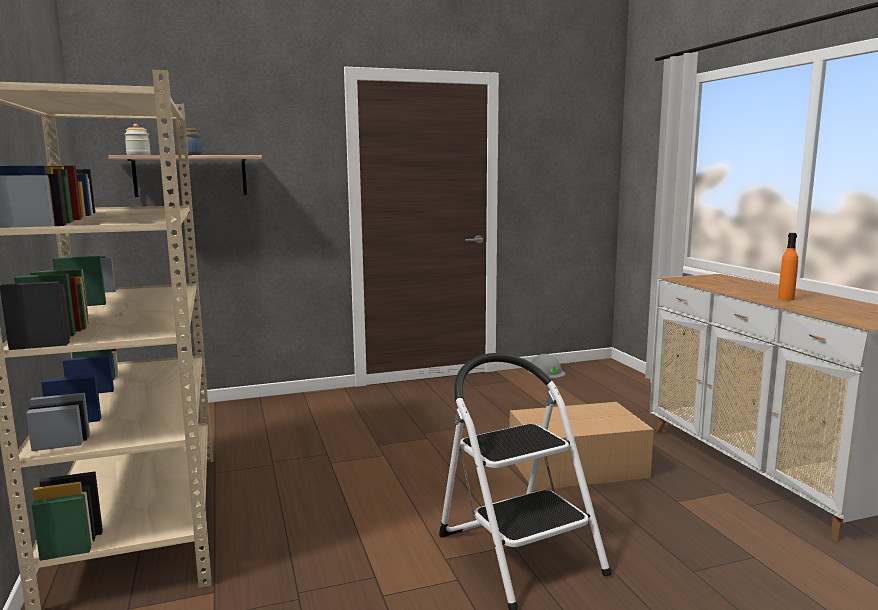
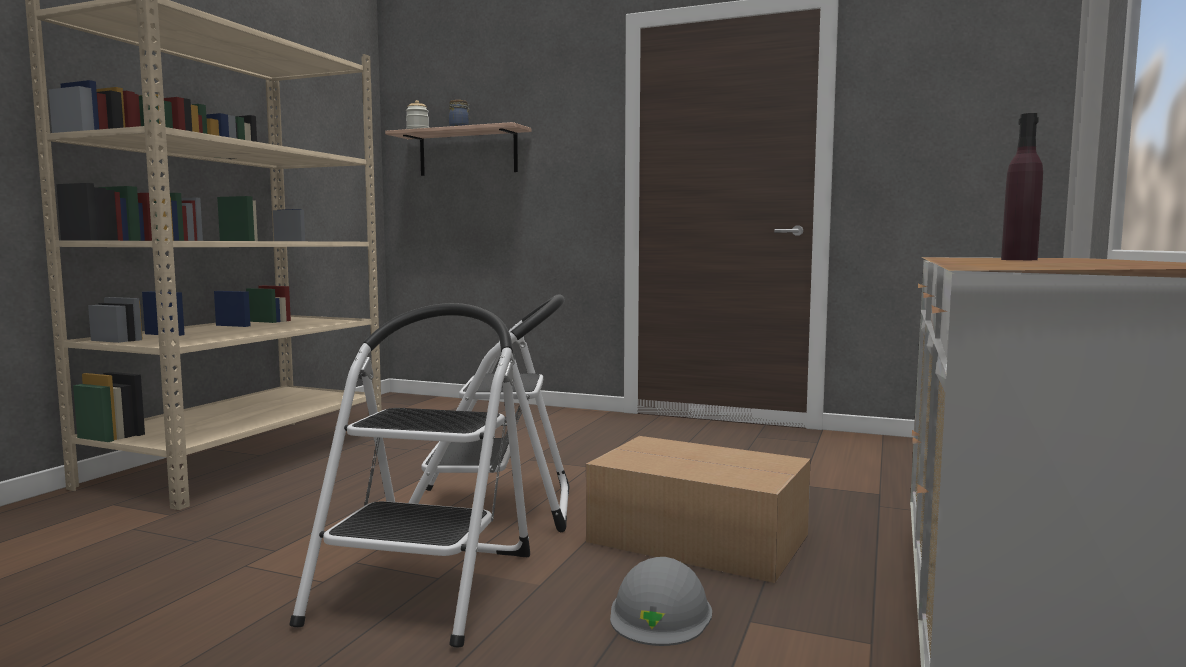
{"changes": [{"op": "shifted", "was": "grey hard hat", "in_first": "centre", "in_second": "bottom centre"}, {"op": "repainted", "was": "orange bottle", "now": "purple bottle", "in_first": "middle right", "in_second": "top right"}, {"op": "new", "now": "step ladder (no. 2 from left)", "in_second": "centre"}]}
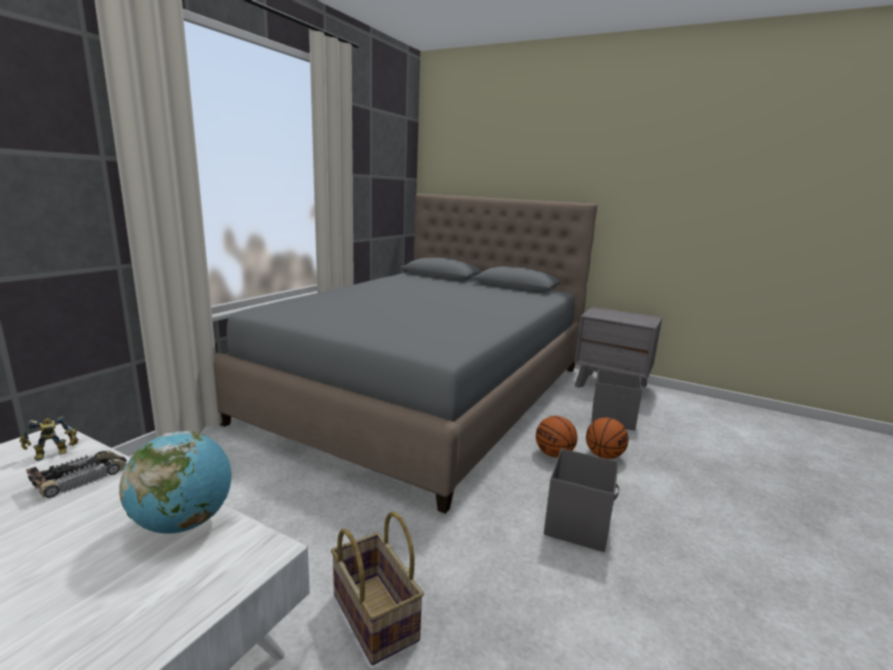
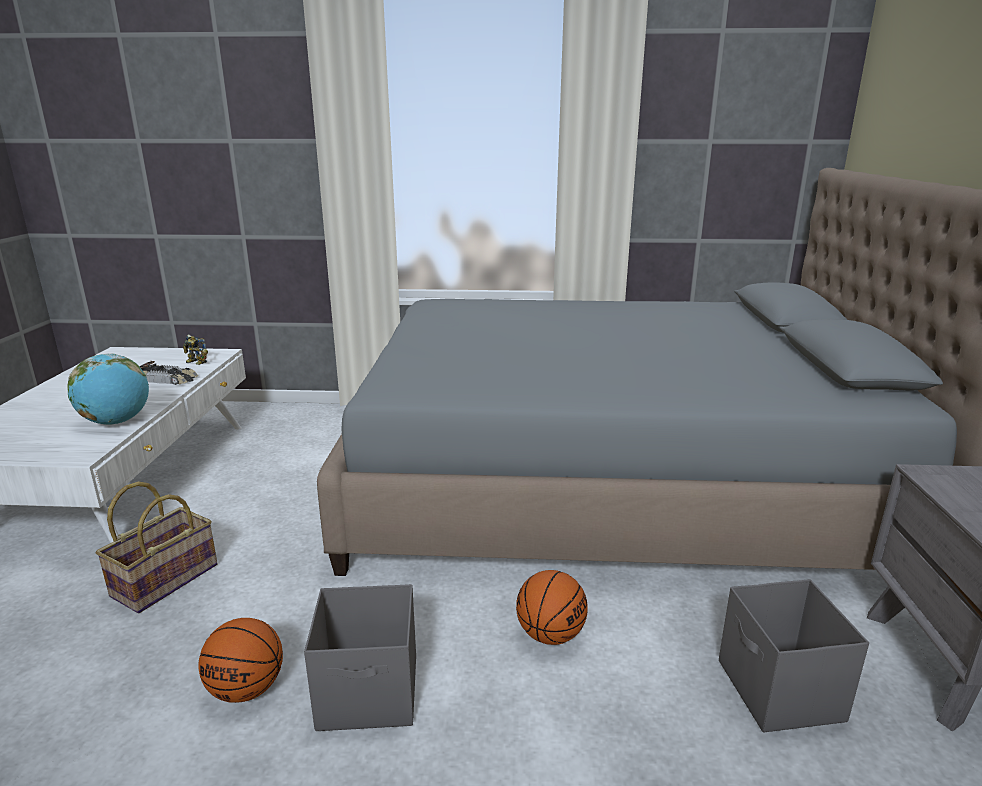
{"changes": [{"op": "shifted", "was": "basketball (no. 2 from left in the first image)", "now": "basketball (no. 1 from left)", "in_first": "middle right", "in_second": "bottom left"}]}
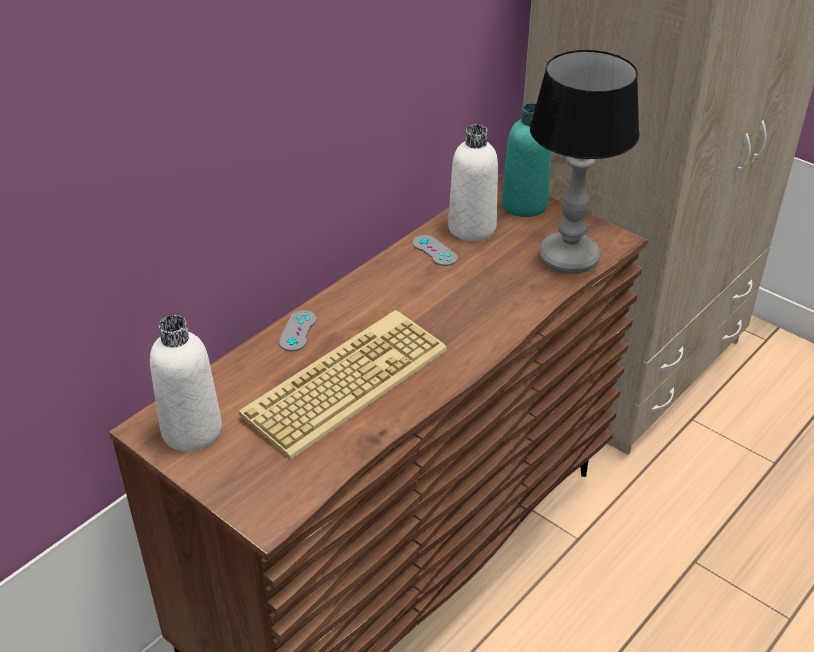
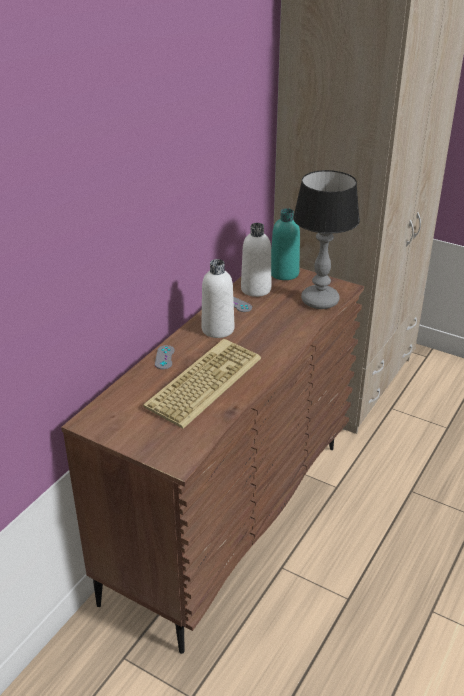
{"changes": [{"op": "shifted", "was": "white bottle (no. 1 from left)", "in_first": "middle left", "in_second": "centre"}]}
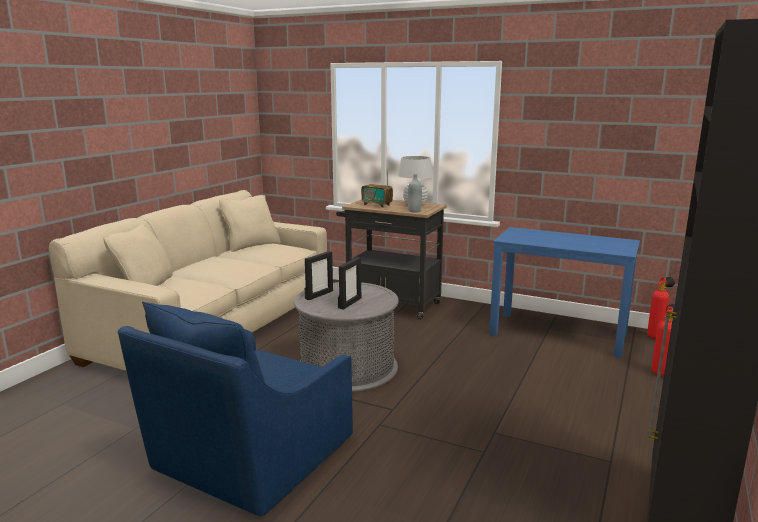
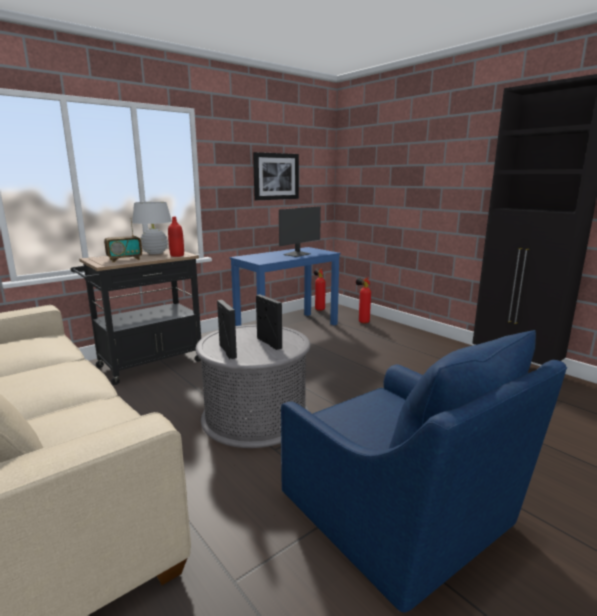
{"changes": [{"op": "repainted", "was": "grey bottle", "now": "red bottle", "in_first": "centre", "in_second": "middle left"}, {"op": "new", "now": "picture", "in_second": "top centre"}, {"op": "new", "now": "monitor", "in_second": "centre"}]}
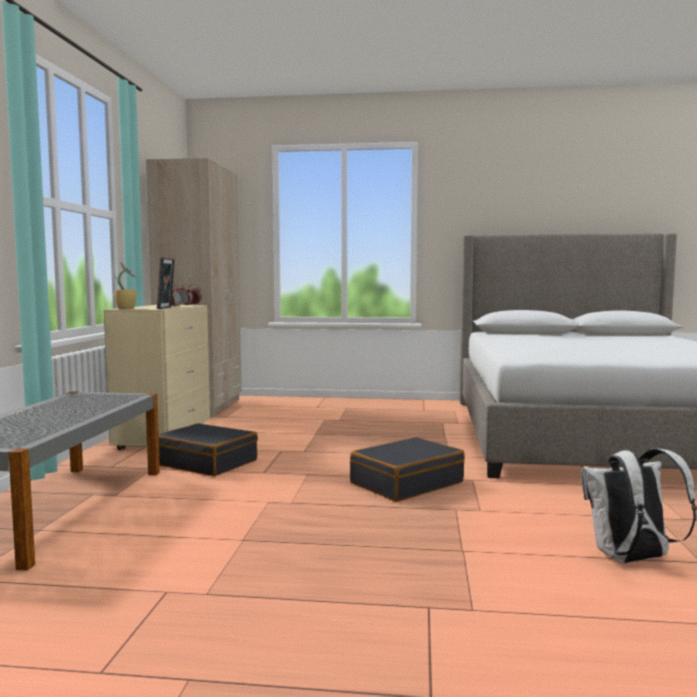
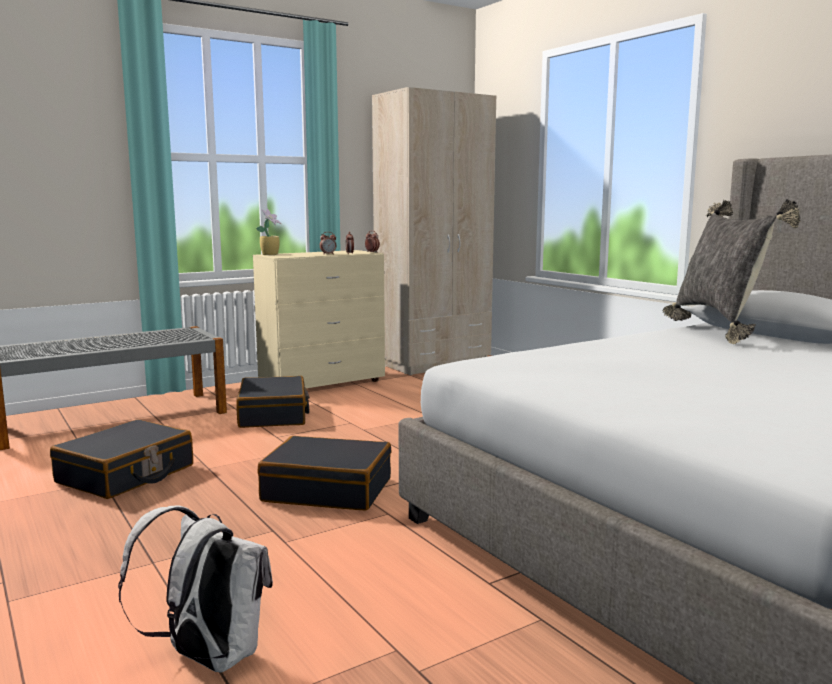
{"changes": [{"op": "gone", "was": "picture frame", "in_first": "middle left"}, {"op": "new", "now": "black suitcase (no. 1 from left)", "in_second": "bottom left"}, {"op": "new", "now": "pillow", "in_second": "middle right"}]}
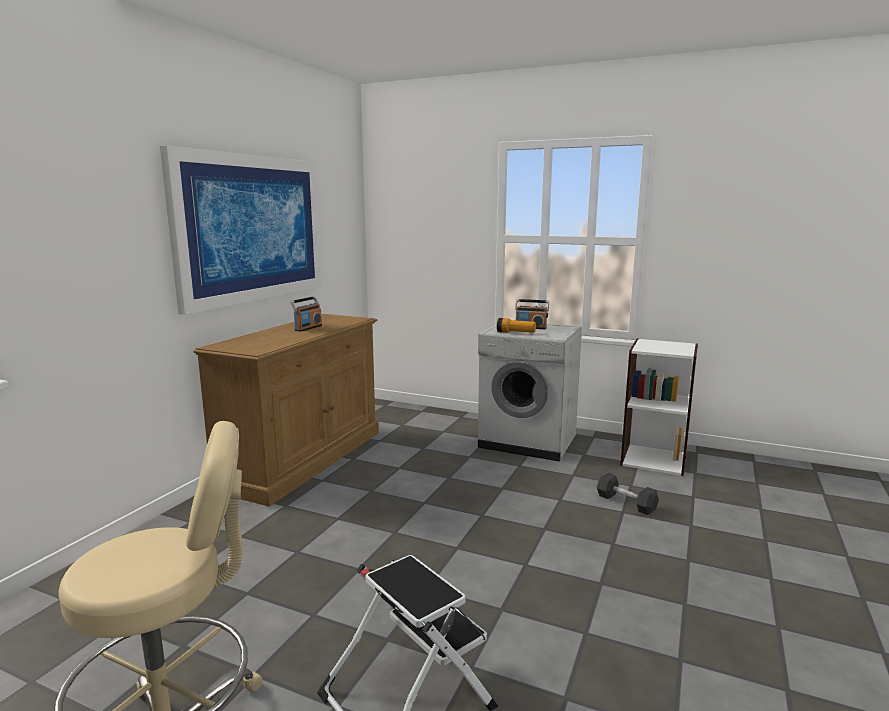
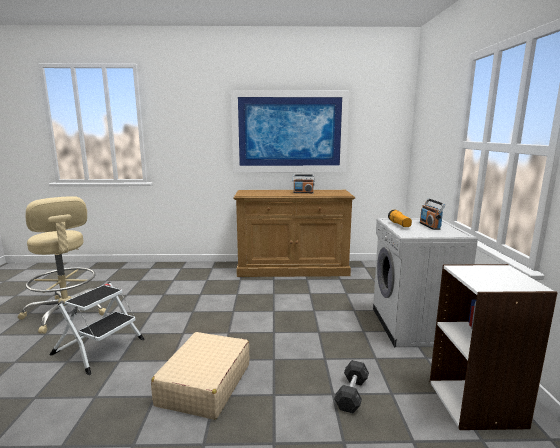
{"changes": [{"op": "new", "now": "beige suitcase", "in_second": "bottom centre"}]}
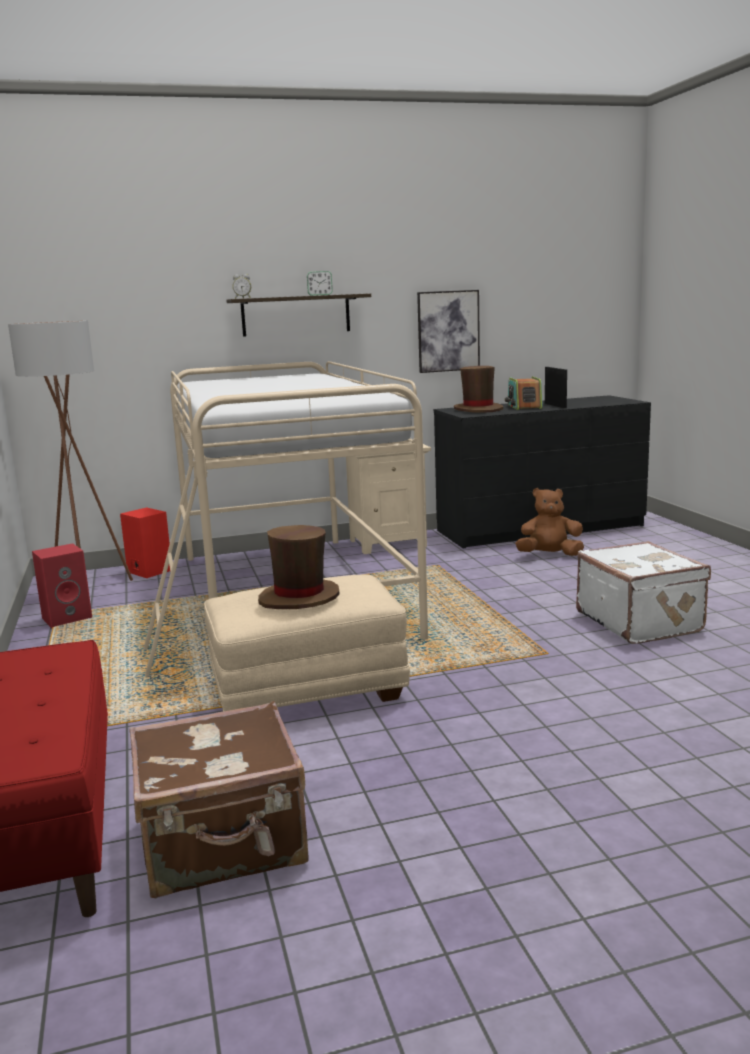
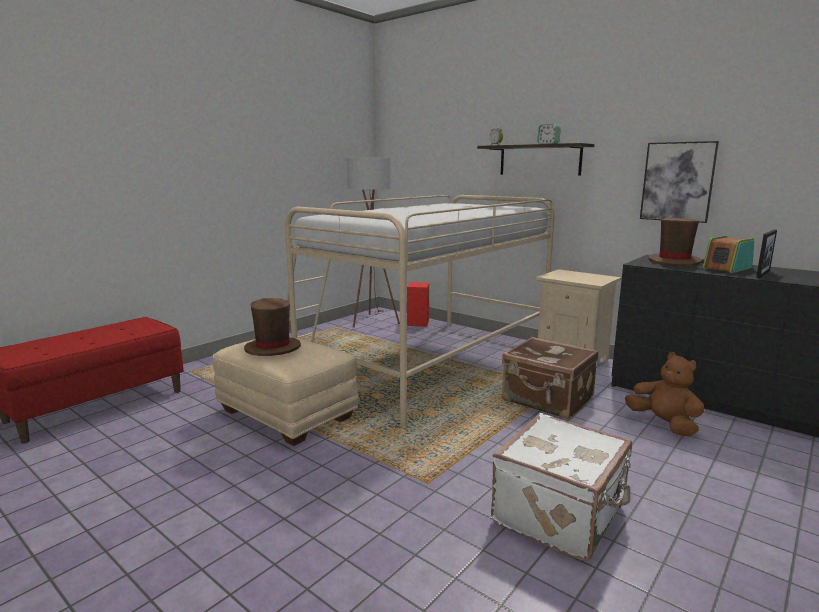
{"changes": [{"op": "gone", "was": "red speaker (no. 1 from left)", "in_first": "middle left"}, {"op": "shifted", "was": "brown suitcase", "in_first": "bottom left", "in_second": "middle right"}]}
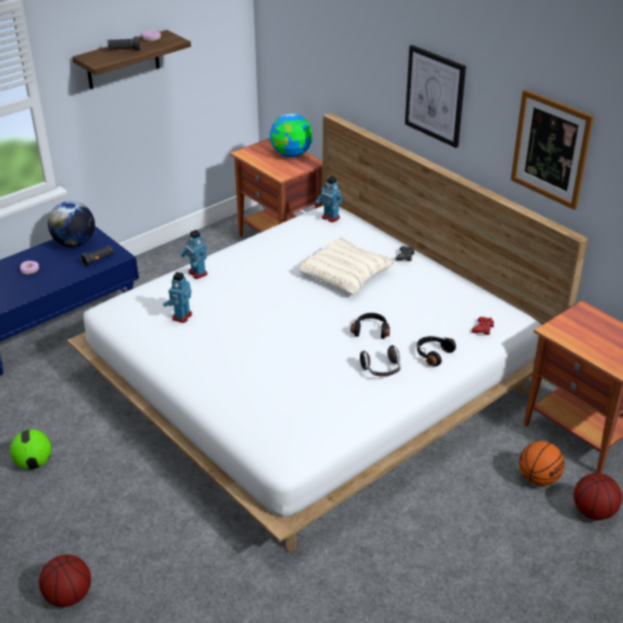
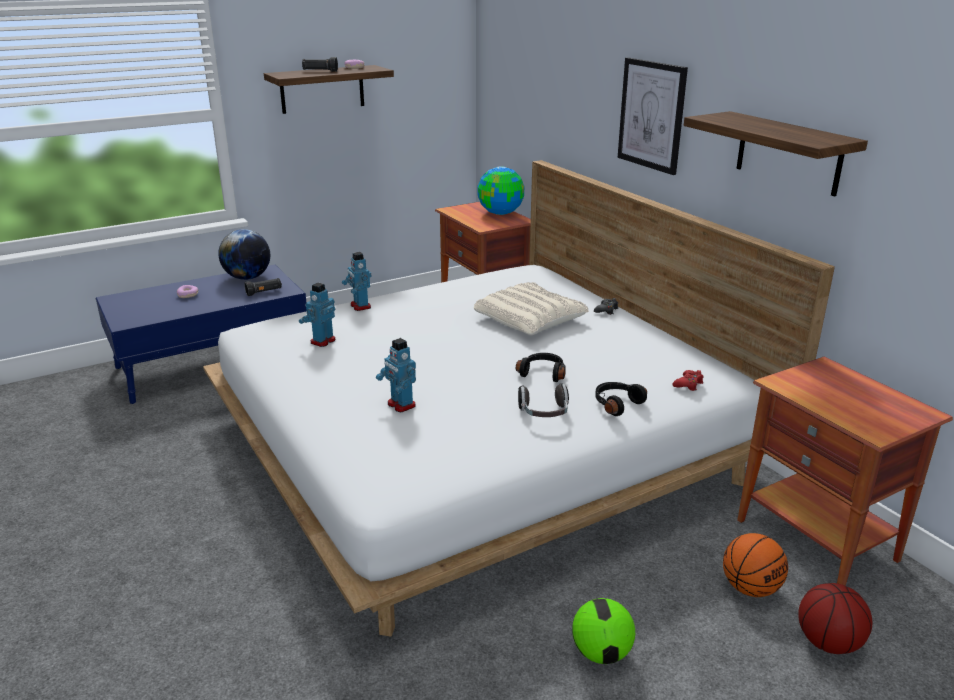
{"changes": [{"op": "shifted", "was": "football", "in_first": "bottom left", "in_second": "bottom centre"}, {"op": "gone", "was": "basketball (no. 1 from left)", "in_first": "bottom left"}, {"op": "shifted", "was": "toy robot (no. 3 from left)", "in_first": "top centre", "in_second": "centre"}, {"op": "swapped", "was": "picture (no. 2 from left)", "now": "shelf (no. 2 from left)", "in_first": "top right", "in_second": "top right"}]}
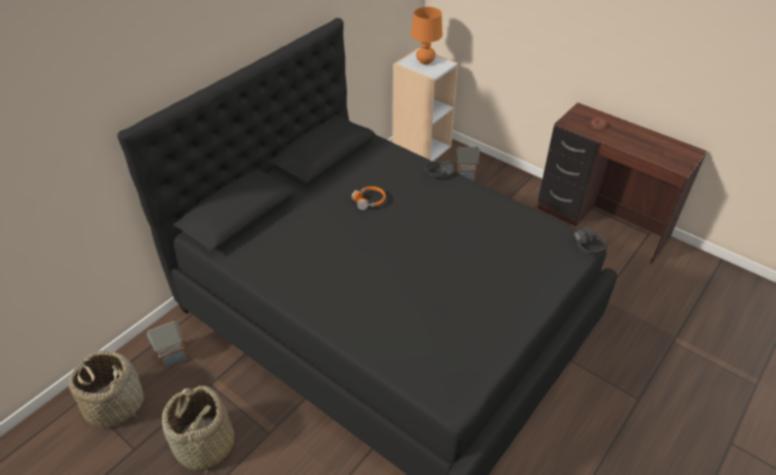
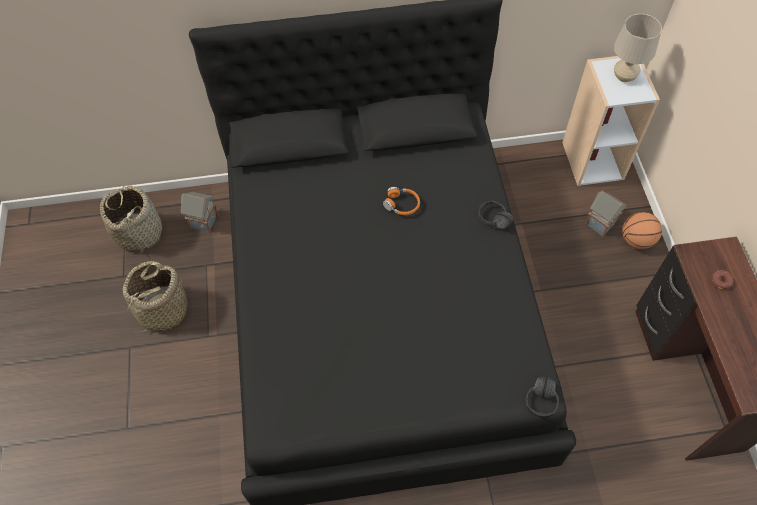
{"changes": [{"op": "repainted", "was": "orange table lamp", "now": "beige table lamp", "in_first": "top centre", "in_second": "top right"}, {"op": "new", "now": "basketball", "in_second": "middle right"}]}
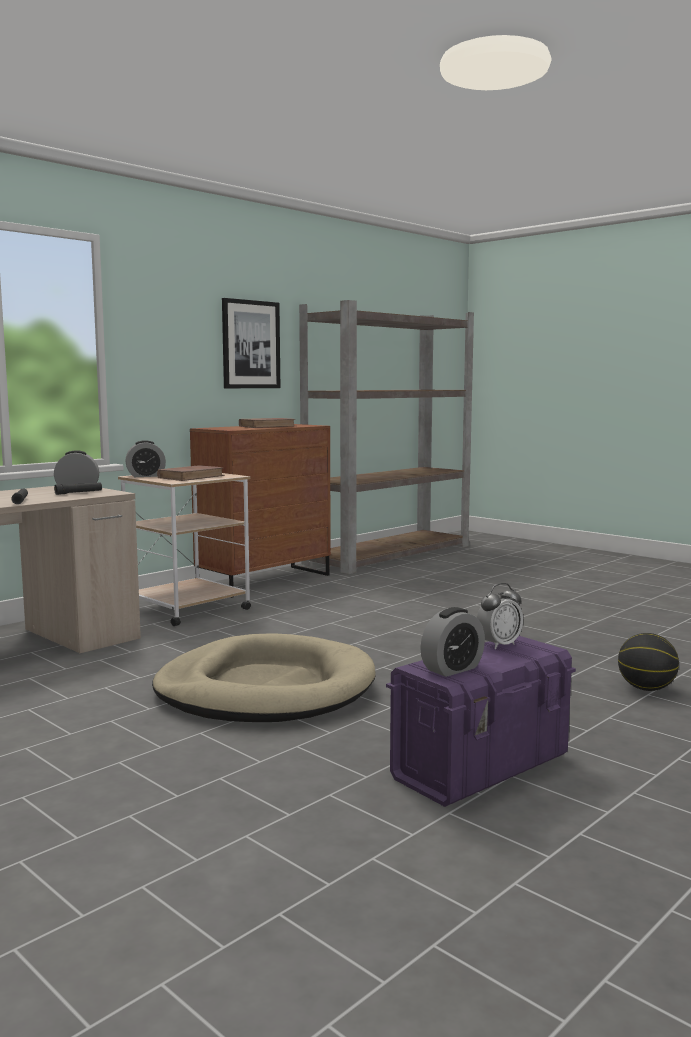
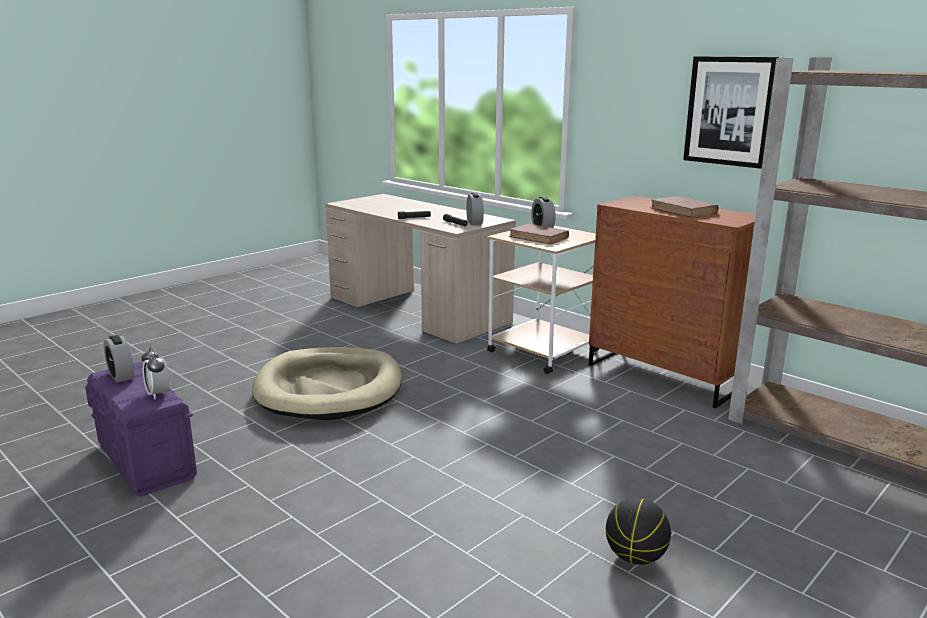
{"changes": [{"op": "shifted", "was": "basketball", "in_first": "middle right", "in_second": "bottom right"}]}
